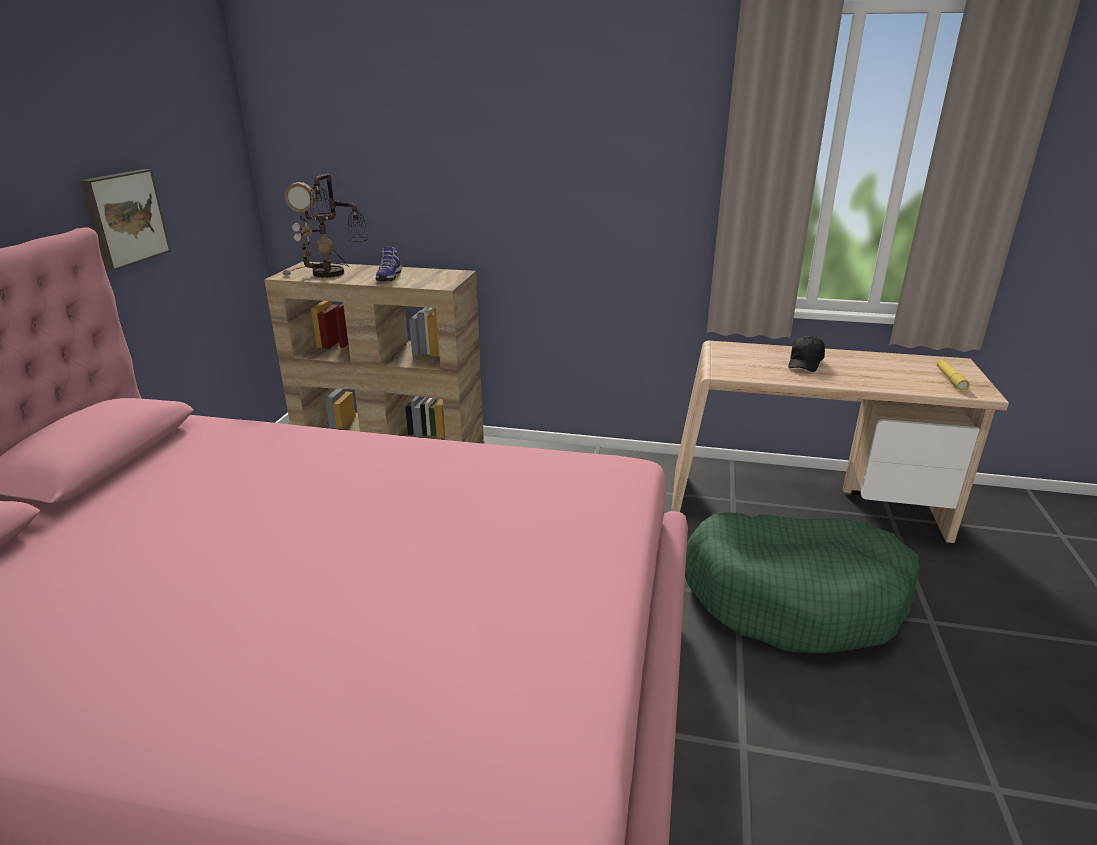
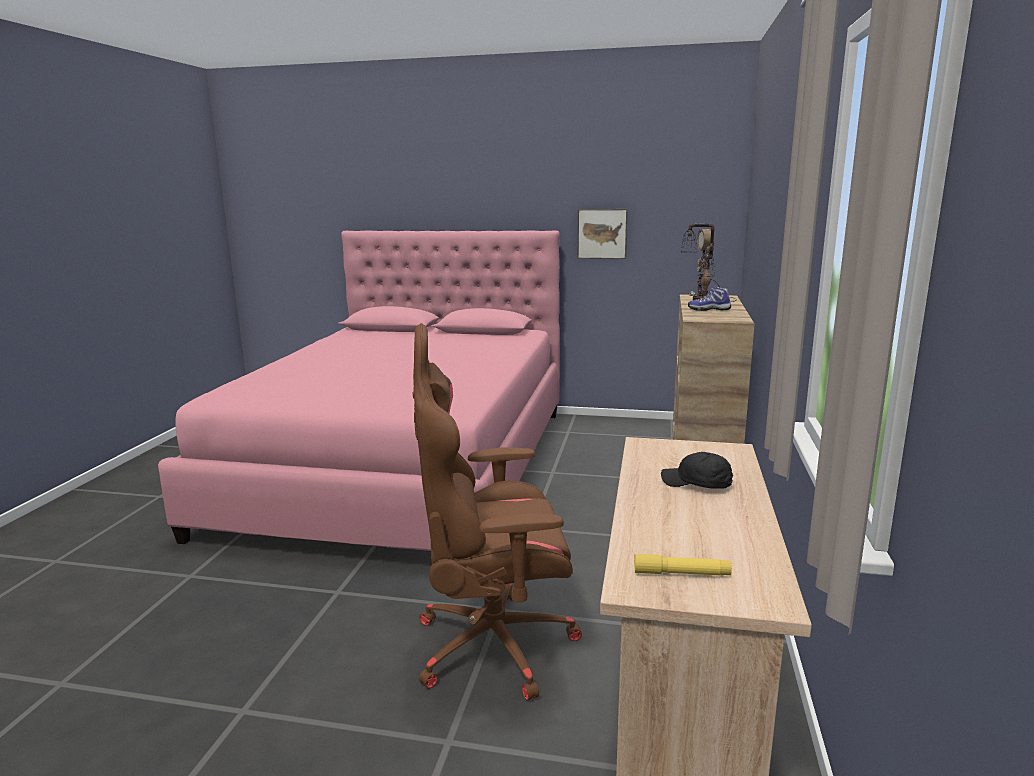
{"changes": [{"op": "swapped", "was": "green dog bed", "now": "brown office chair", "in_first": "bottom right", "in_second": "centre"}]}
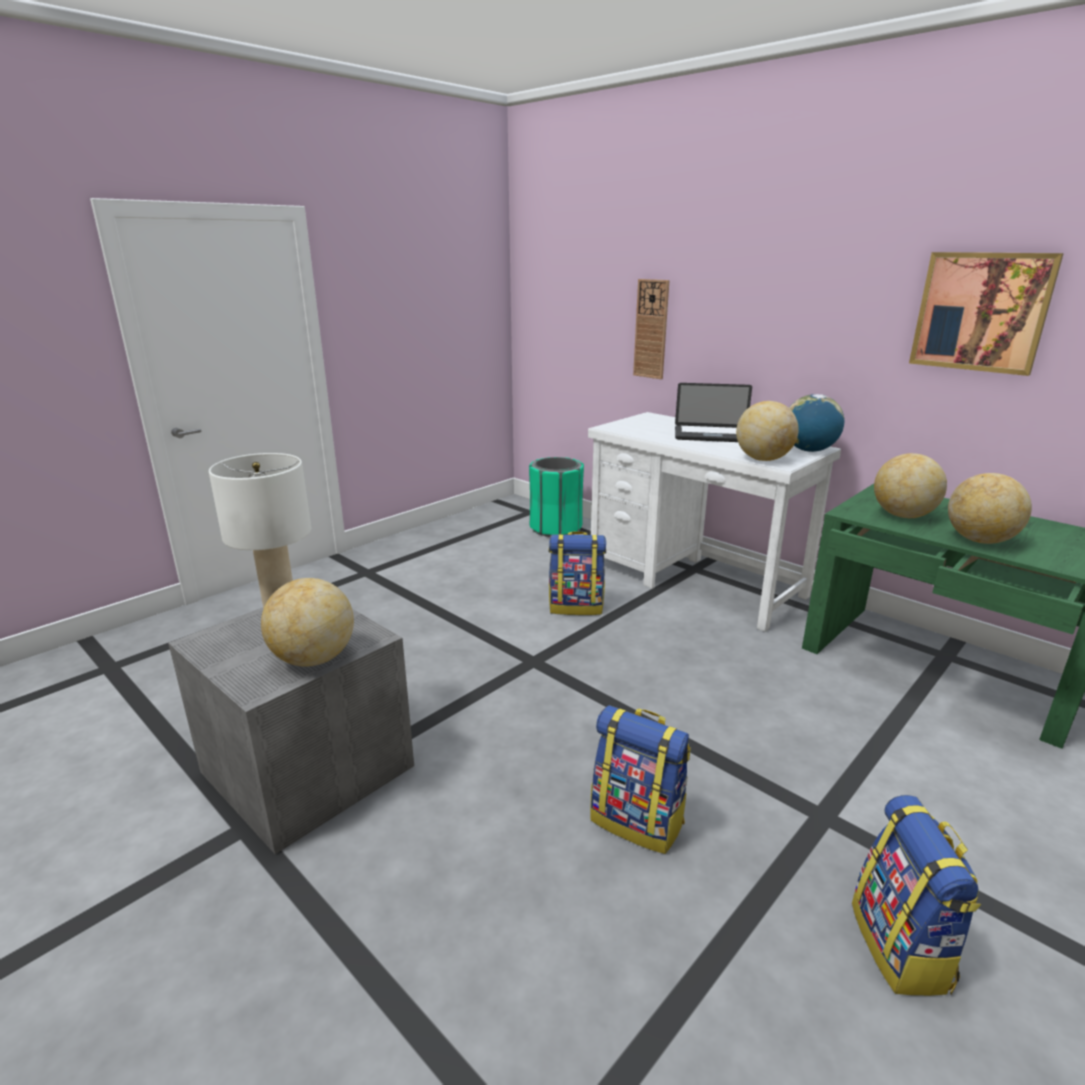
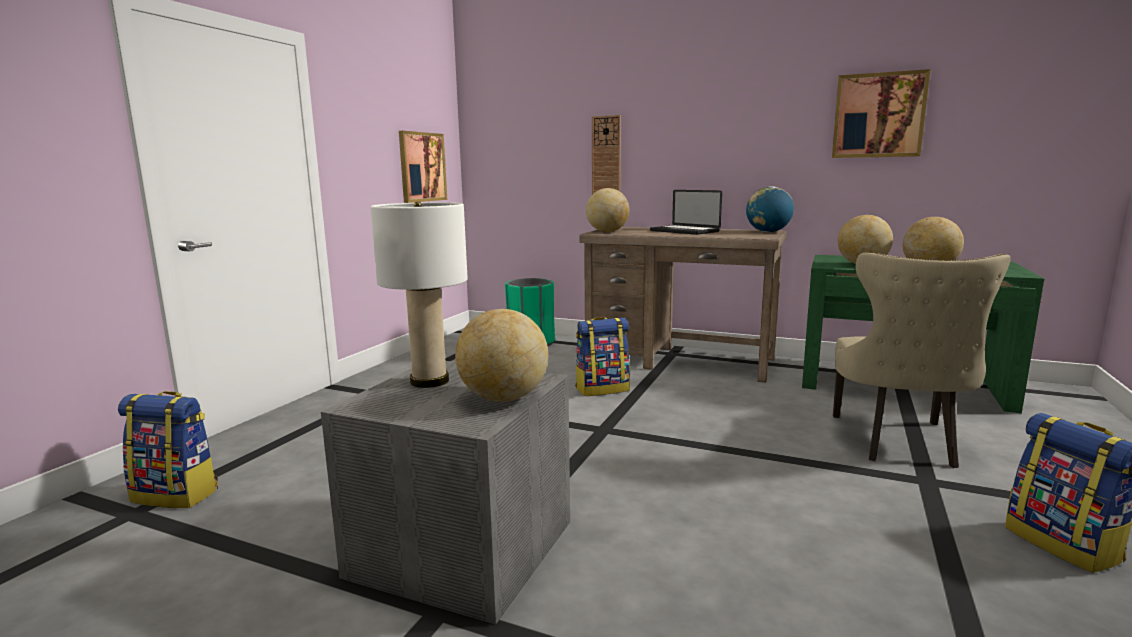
{"changes": [{"op": "repainted", "was": "white desk", "now": "brown desk", "in_first": "centre", "in_second": "centre"}, {"op": "shifted", "was": "backpack (no. 2 from left in the first image)", "now": "backpack (no. 1 from left)", "in_first": "bottom centre", "in_second": "bottom left"}, {"op": "rotated", "was": "laptop", "in_first": "centre", "in_second": "top centre", "clockwise": 60}, {"op": "shifted", "was": "globe (no. 2 from left)", "in_first": "middle right", "in_second": "top centre"}, {"op": "new", "now": "picture (no. 1 from left)", "in_second": "top centre"}, {"op": "new", "now": "beige chair", "in_second": "middle right"}]}
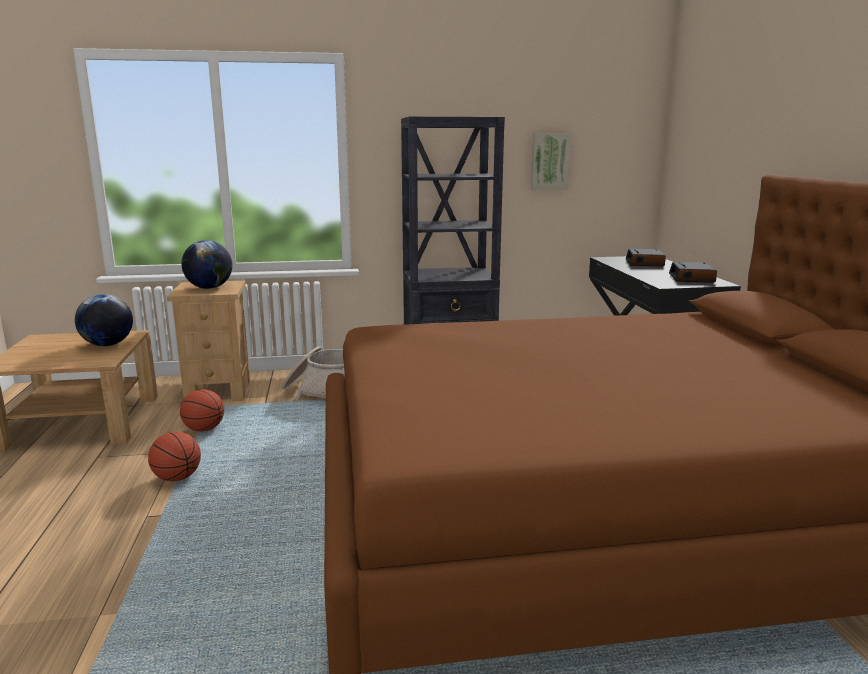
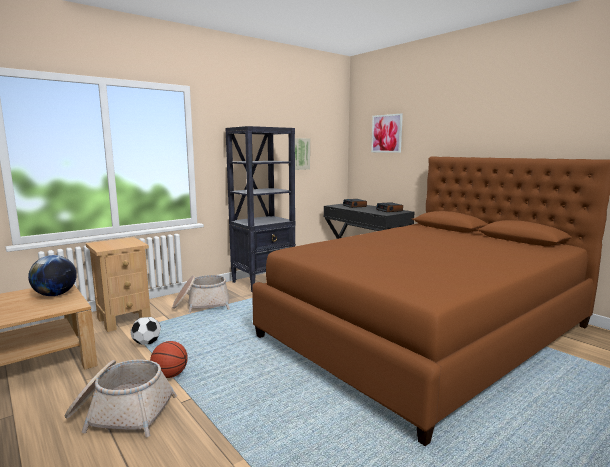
{"changes": [{"op": "swapped", "was": "basketball (no. 2 from left)", "now": "football", "in_first": "middle left", "in_second": "bottom left"}, {"op": "gone", "was": "globe (no. 2 from left)", "in_first": "middle left"}, {"op": "new", "now": "basket (no. 1 from left)", "in_second": "bottom left"}, {"op": "new", "now": "picture (no. 2 from left)", "in_second": "top centre"}]}
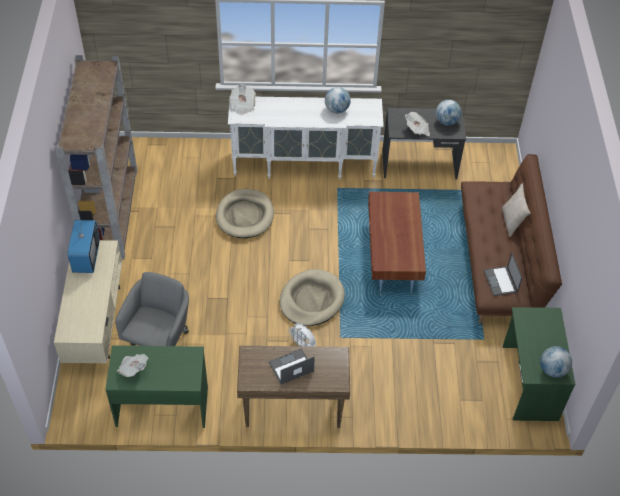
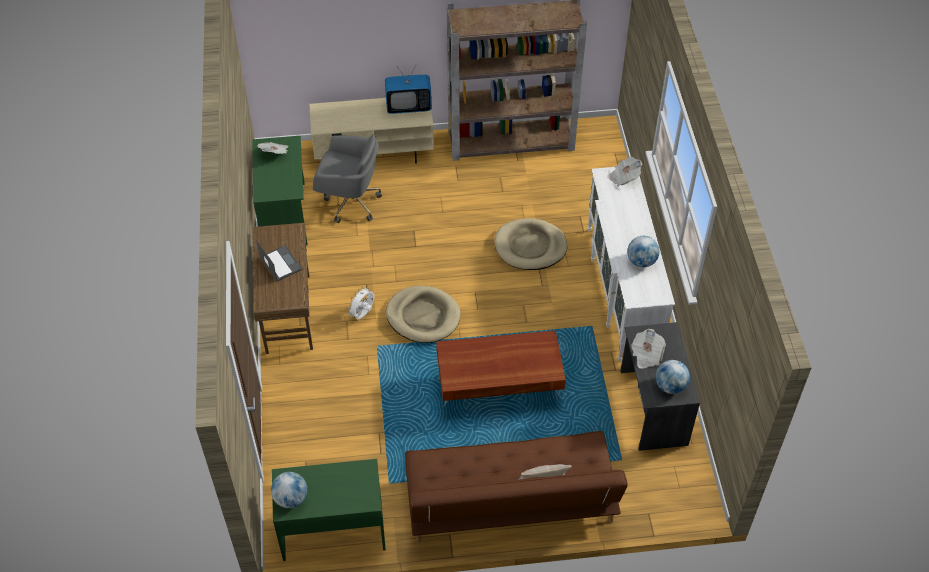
{"changes": [{"op": "gone", "was": "laptop (no. 2 from left)", "in_first": "middle right"}]}
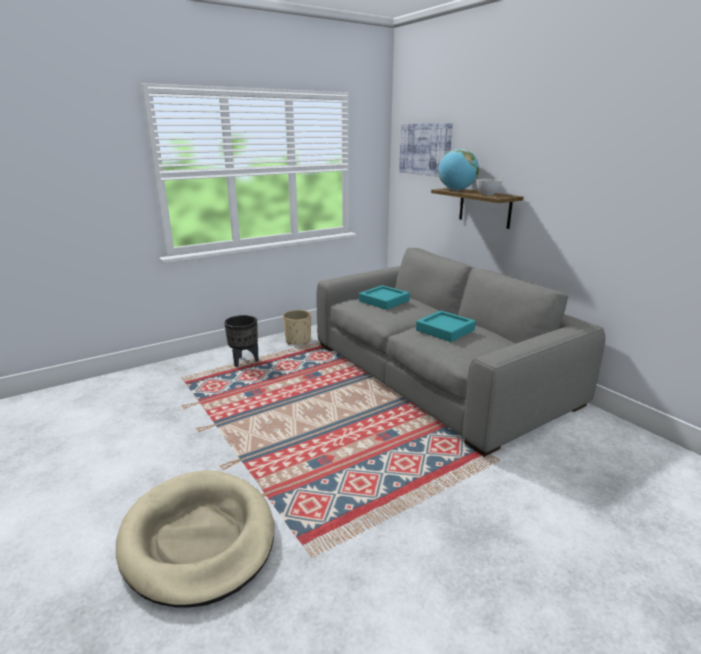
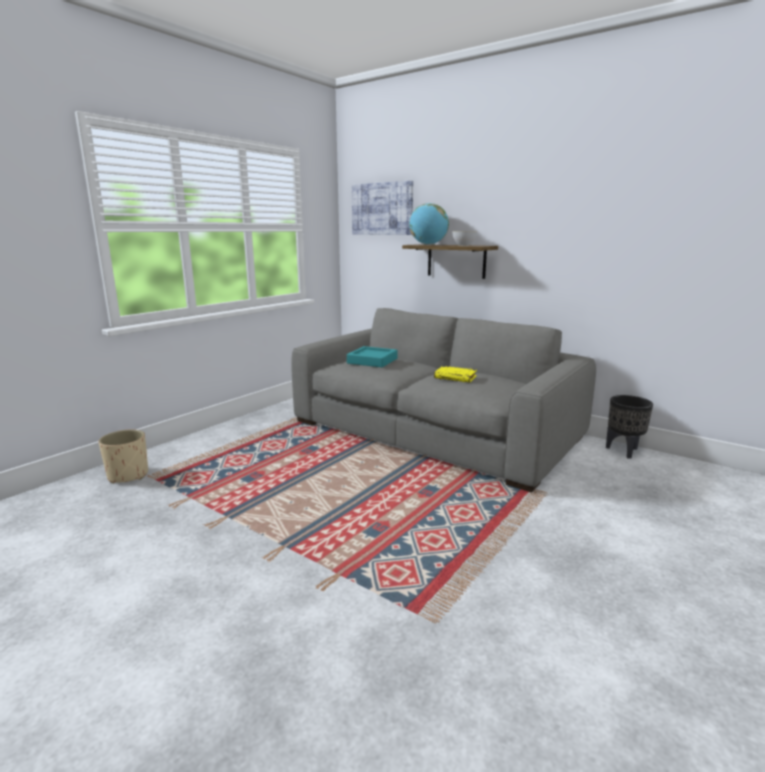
{"changes": [{"op": "gone", "was": "beige dog bed", "in_first": "bottom left"}, {"op": "shifted", "was": "black planter", "in_first": "centre", "in_second": "middle right"}, {"op": "shifted", "was": "beige planter", "in_first": "centre", "in_second": "middle left"}, {"op": "swapped", "was": "turquoise tray (no. 2 from left)", "now": "yellow book", "in_first": "centre", "in_second": "centre"}]}
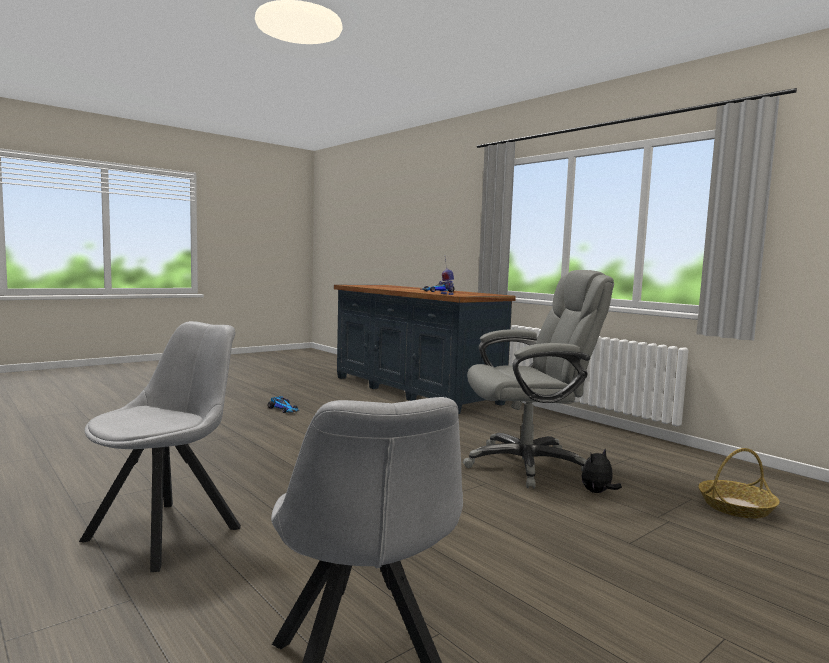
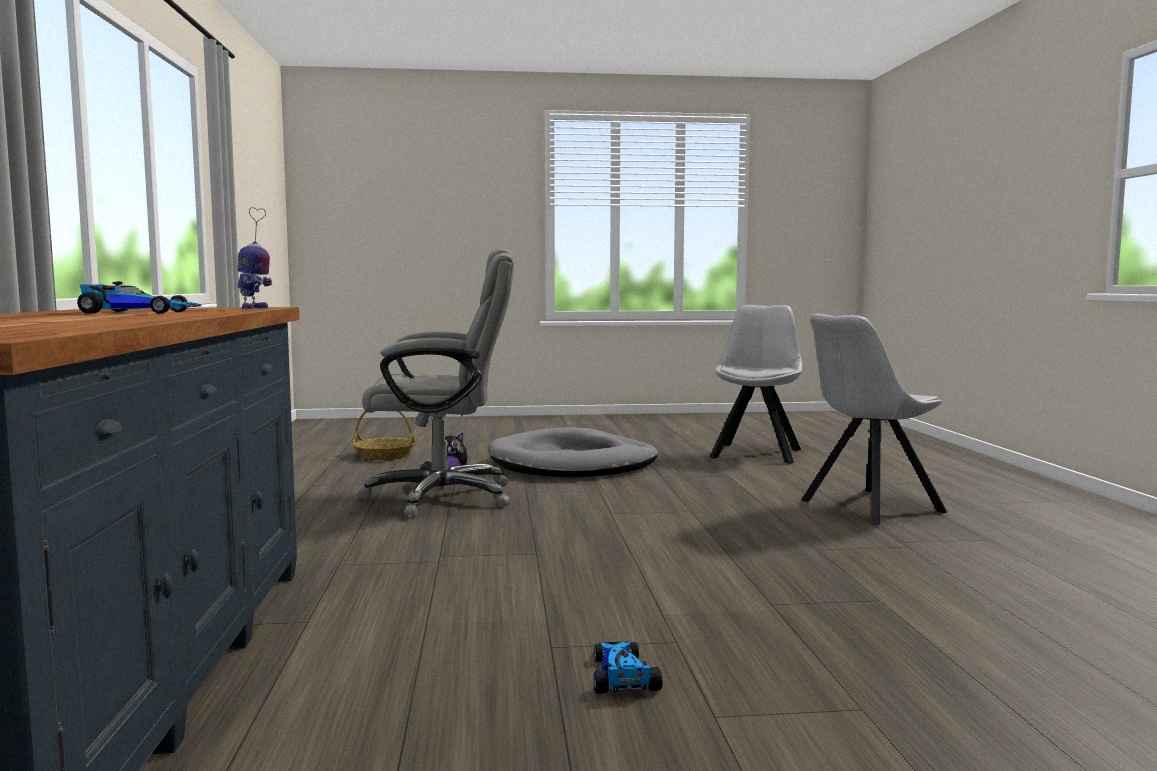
{"changes": [{"op": "rotated", "was": "grey office chair", "in_first": "centre", "in_second": "centre", "clockwise": 150}, {"op": "new", "now": "grey dog bed", "in_second": "centre"}]}
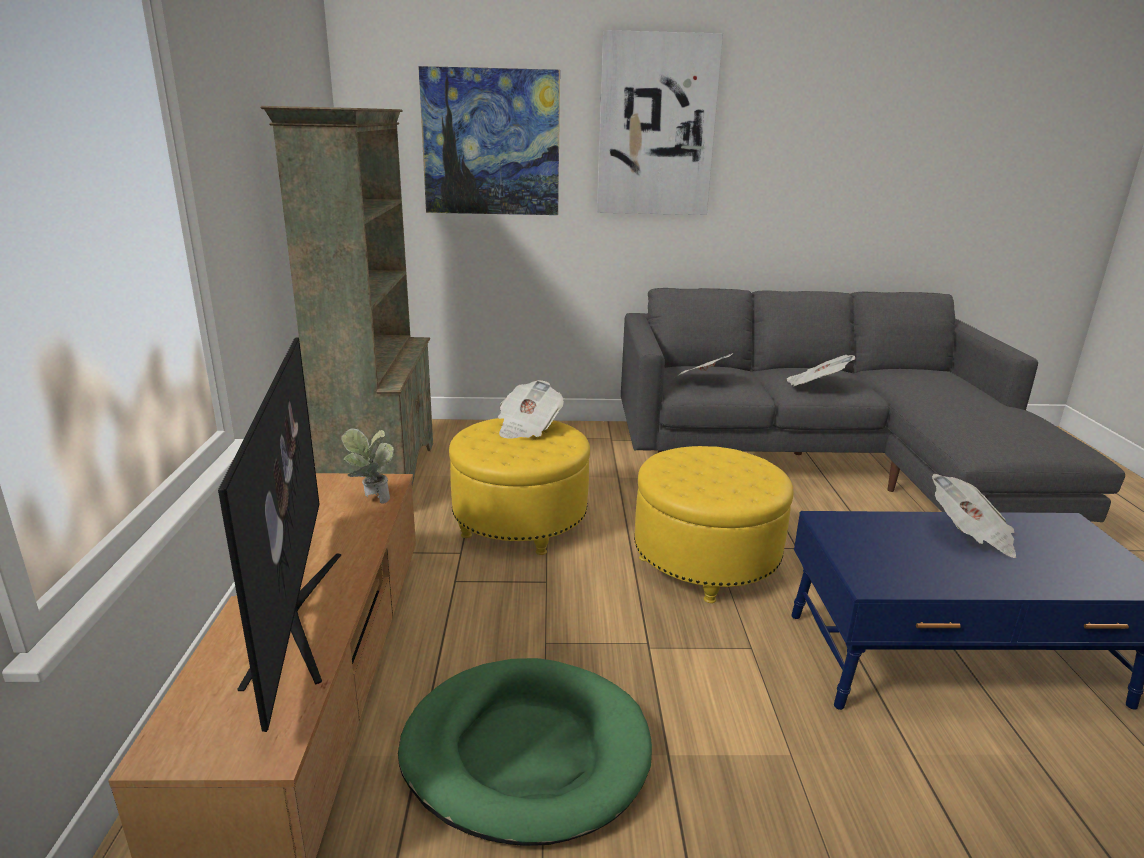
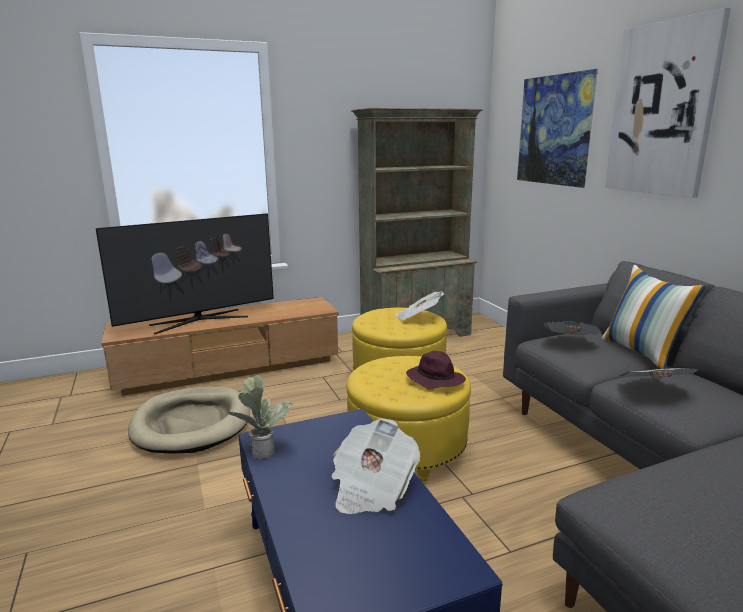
{"changes": [{"op": "shifted", "was": "potted plant", "in_first": "middle left", "in_second": "bottom centre"}, {"op": "repainted", "was": "green dog bed", "now": "beige dog bed", "in_first": "bottom centre", "in_second": "bottom left"}, {"op": "new", "now": "purple hat", "in_second": "centre"}, {"op": "new", "now": "pillow", "in_second": "middle right"}]}
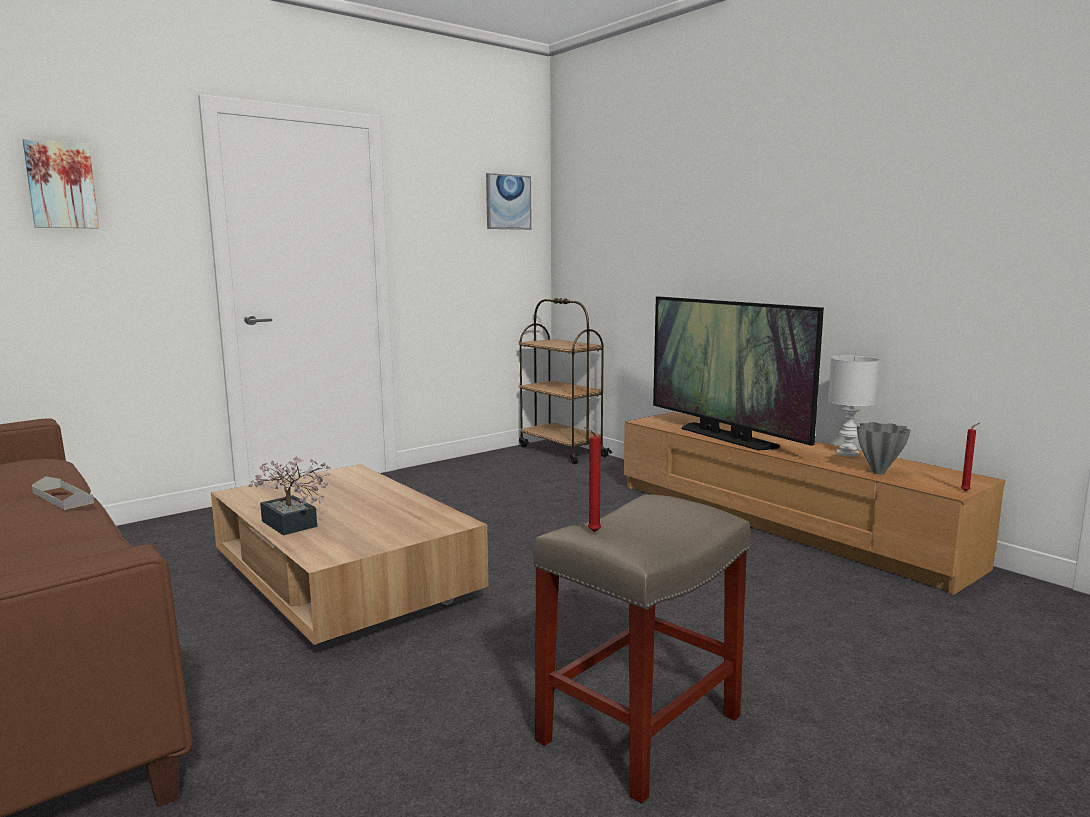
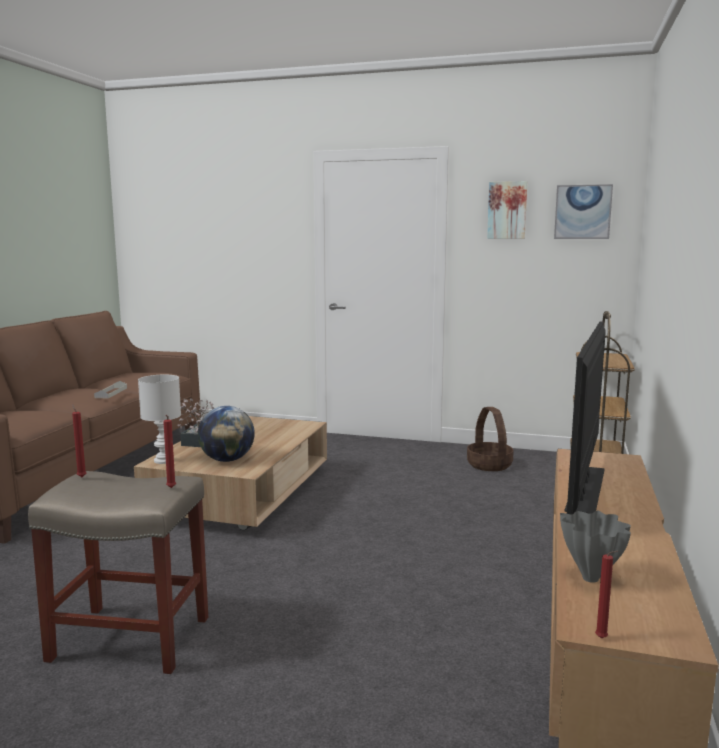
{"changes": [{"op": "shifted", "was": "picture (no. 1 from left)", "in_first": "top left", "in_second": "top right"}, {"op": "shifted", "was": "white table lamp", "in_first": "middle right", "in_second": "middle left"}, {"op": "new", "now": "red candle (no. 2 from left)", "in_second": "middle left"}, {"op": "new", "now": "globe", "in_second": "middle left"}, {"op": "new", "now": "basket", "in_second": "middle right"}]}
